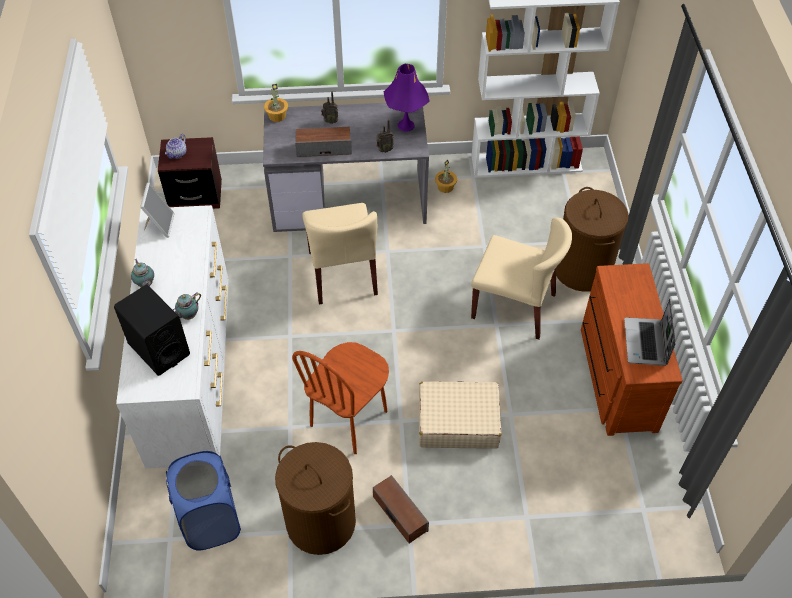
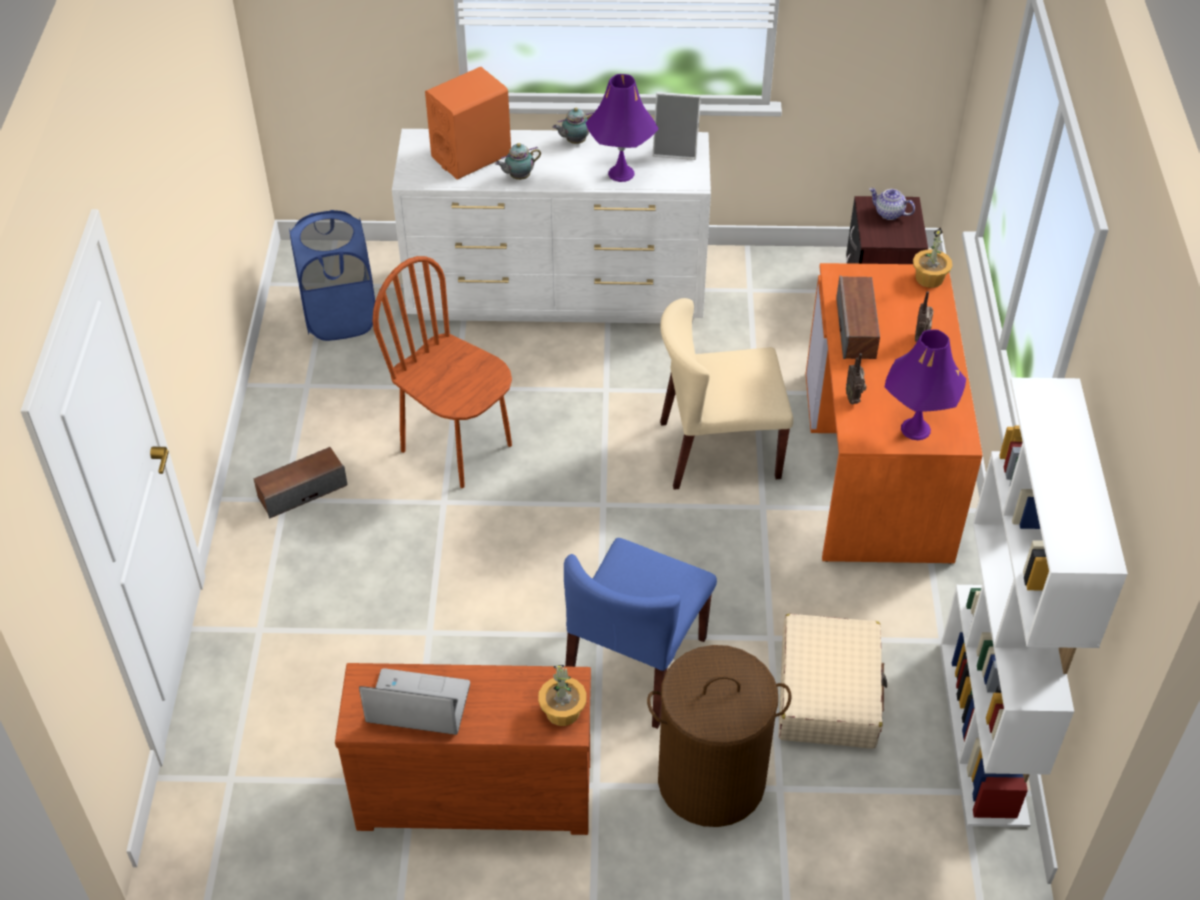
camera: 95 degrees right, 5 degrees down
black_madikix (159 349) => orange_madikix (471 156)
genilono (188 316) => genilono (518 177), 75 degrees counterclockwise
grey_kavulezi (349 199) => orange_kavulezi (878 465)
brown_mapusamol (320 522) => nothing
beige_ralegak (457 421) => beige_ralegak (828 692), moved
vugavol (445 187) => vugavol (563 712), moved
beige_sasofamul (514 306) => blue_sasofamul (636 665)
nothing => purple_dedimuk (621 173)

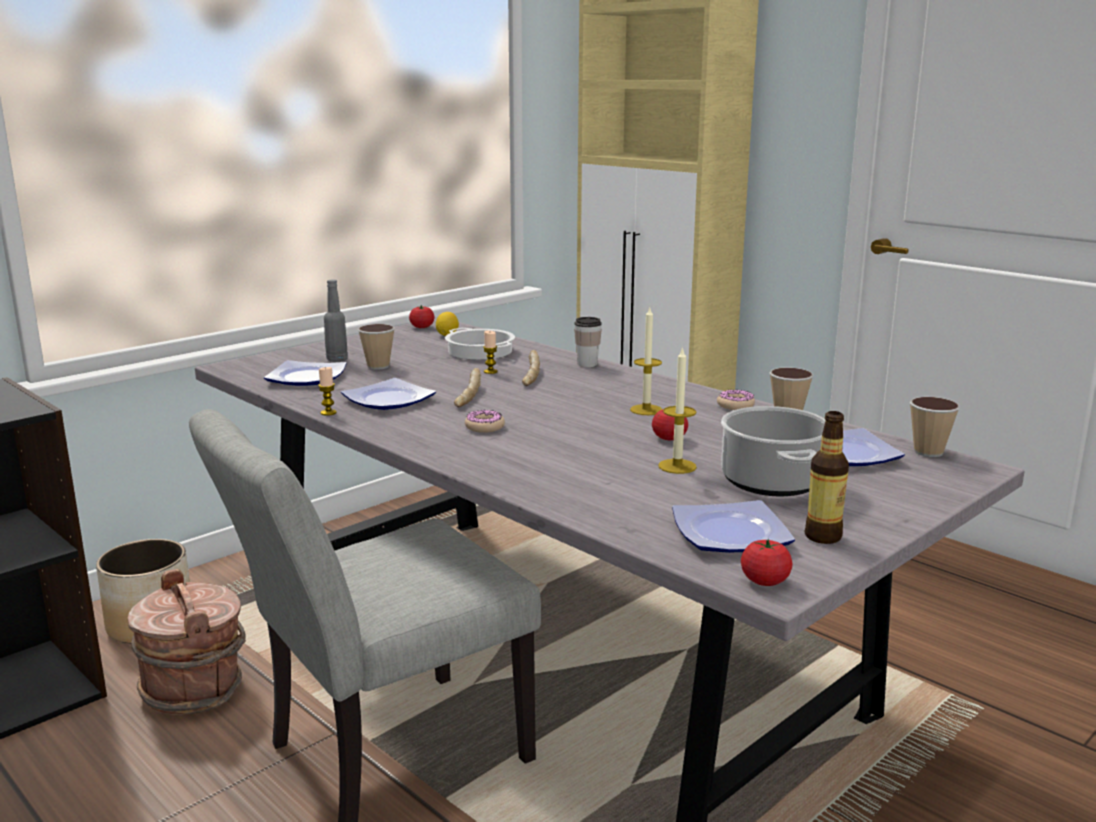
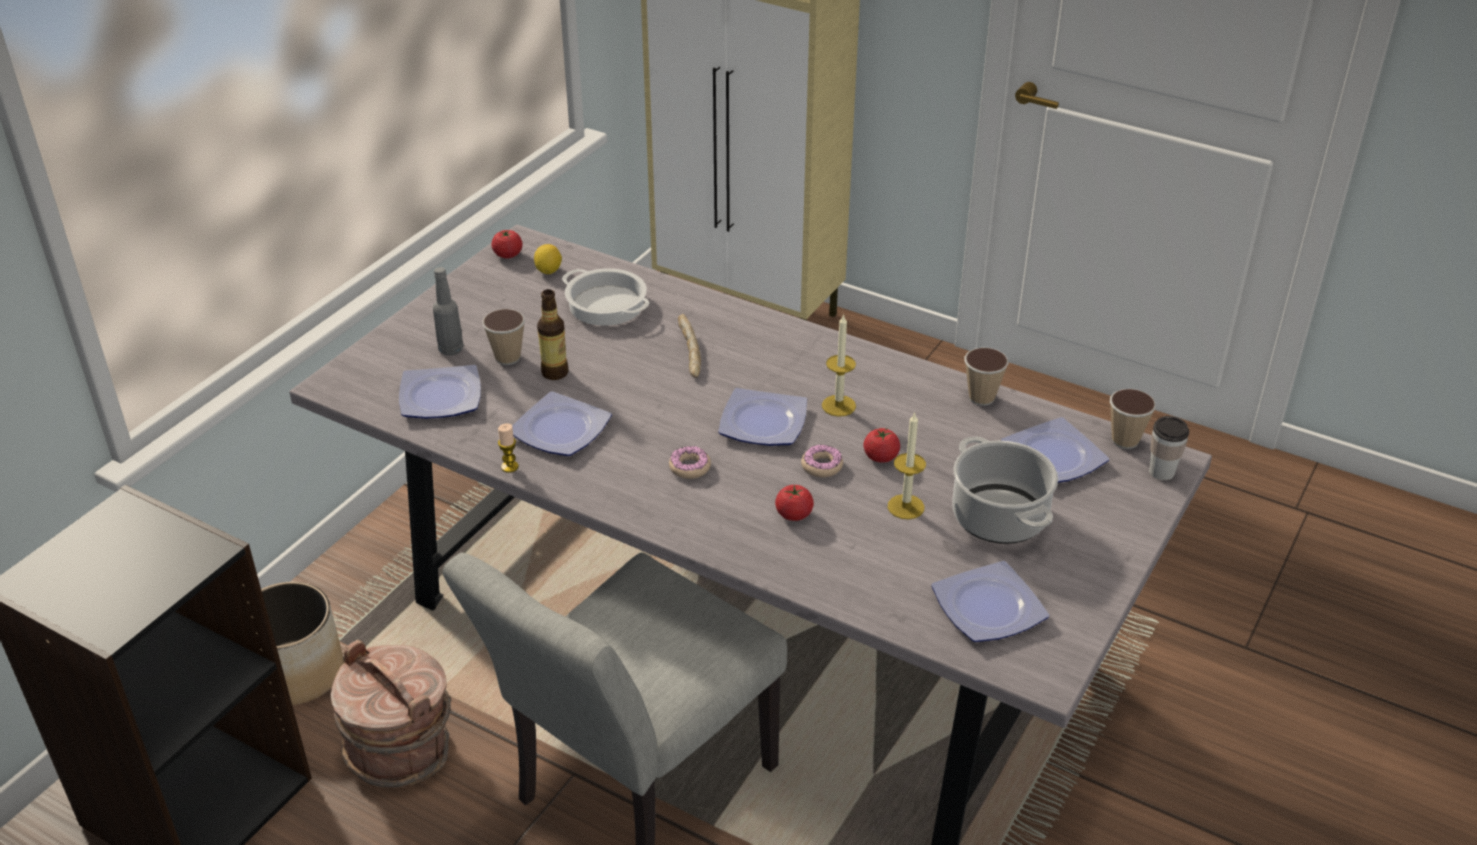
camera: 15 degrees left, 20 degrees up
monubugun (467 396) => nothing
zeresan (490 371) => nothing
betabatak (587 364) => betabatak (1161 472), moved
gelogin (735 405) => gelogin (821 466), moved
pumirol (765 581) => pumirol (794 514), moved
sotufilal (823 536) => sotufilal (555 373), moved
nothing => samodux (765 422)

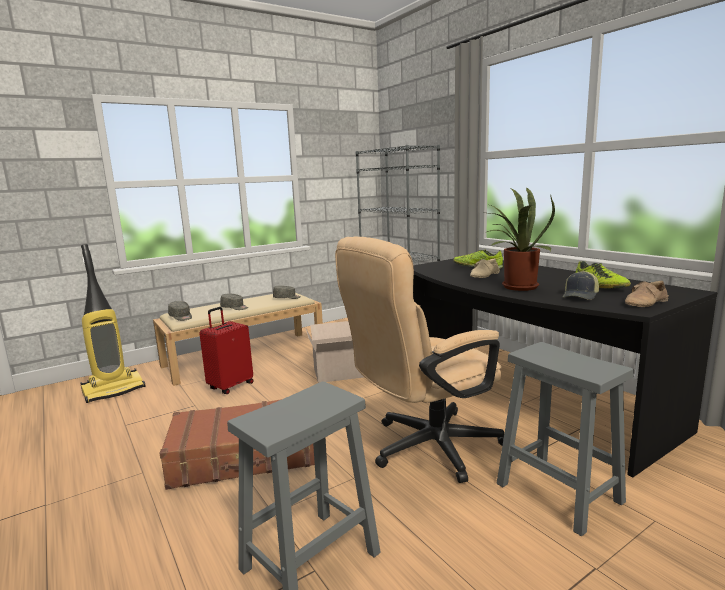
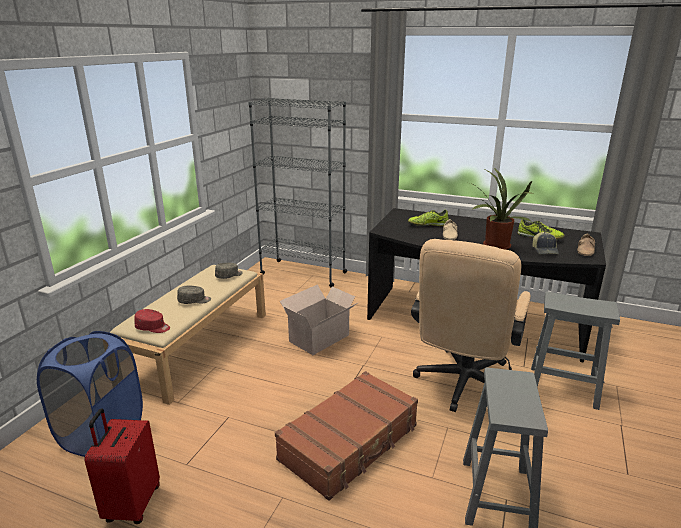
camera: 35 degrees left, 10 degrees up
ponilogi (114 390) => blue_mapusamol (102 433)
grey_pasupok (181 317) => red_pasupok (153 327)
red_ralegak (230 386) => red_ralegak (131 504), moved

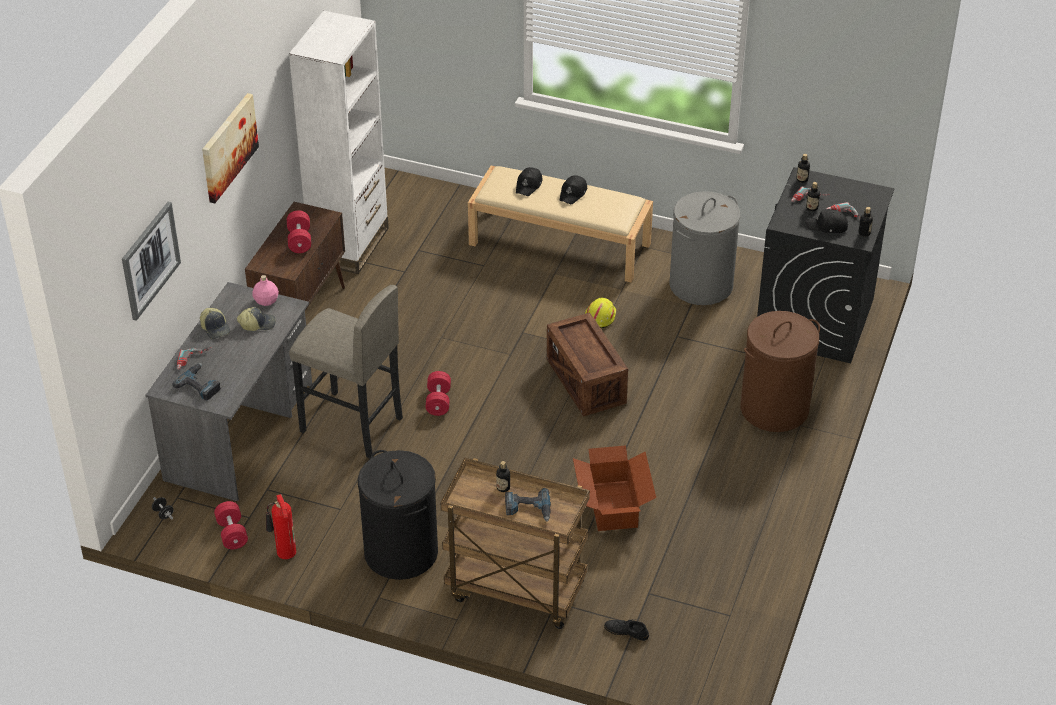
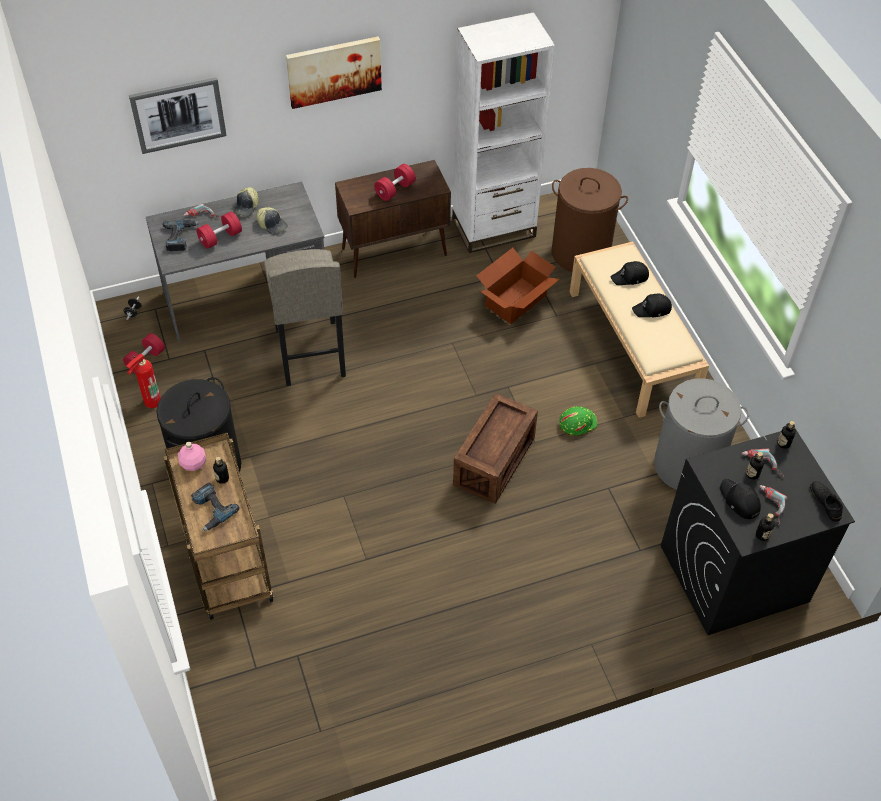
camera: 50 degrees right, 10 degrees up
pink_sotufilal (266 301) => pink_sotufilal (194 463), moved
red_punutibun (438 401) => red_punutibun (220 238), moved
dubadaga (612 506) => dubadaga (515 300), moved
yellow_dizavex (600 316) => green_dizavex (577 423)
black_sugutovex (626 631) => black_sugutovex (825 502), moved
brown_mapusamol (774 408) => brown_mapusamol (581 253), moved

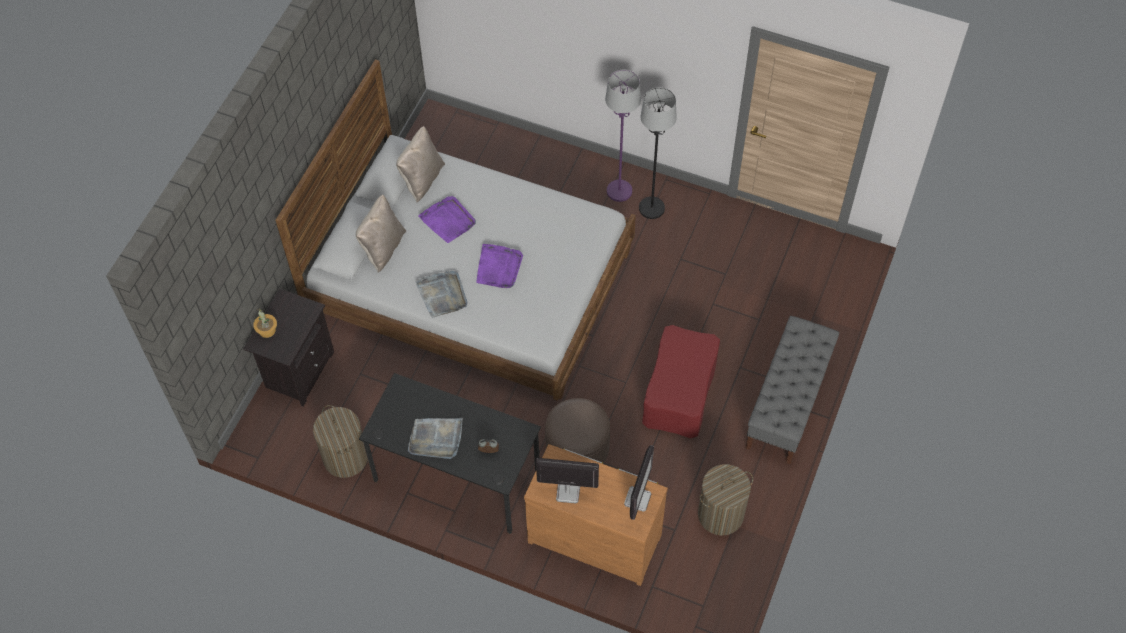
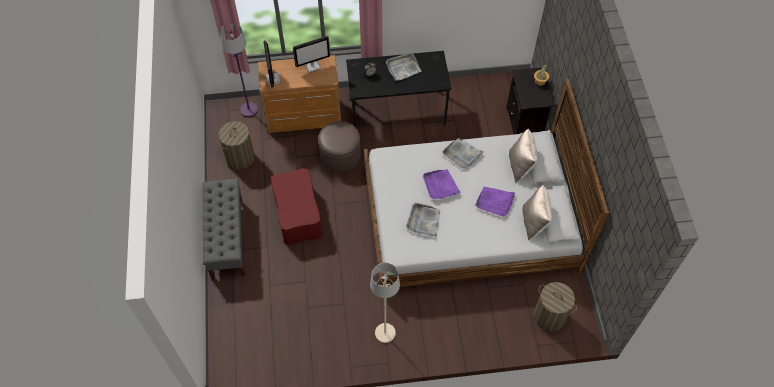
camera: 150 degrees right, 0 degrees up
mapusamol (345 457) => mapusamol (549 316), moved
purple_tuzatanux (619 191) => purple_tuzatanux (249 110), moved
black_tuzatanux (651 208) => beige_tuzatanux (385 333)
nothing => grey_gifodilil (423 221)

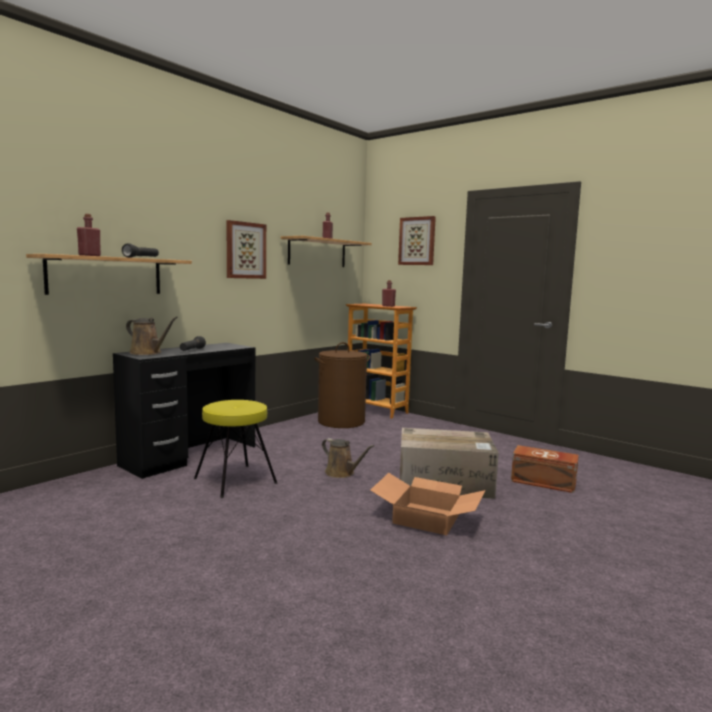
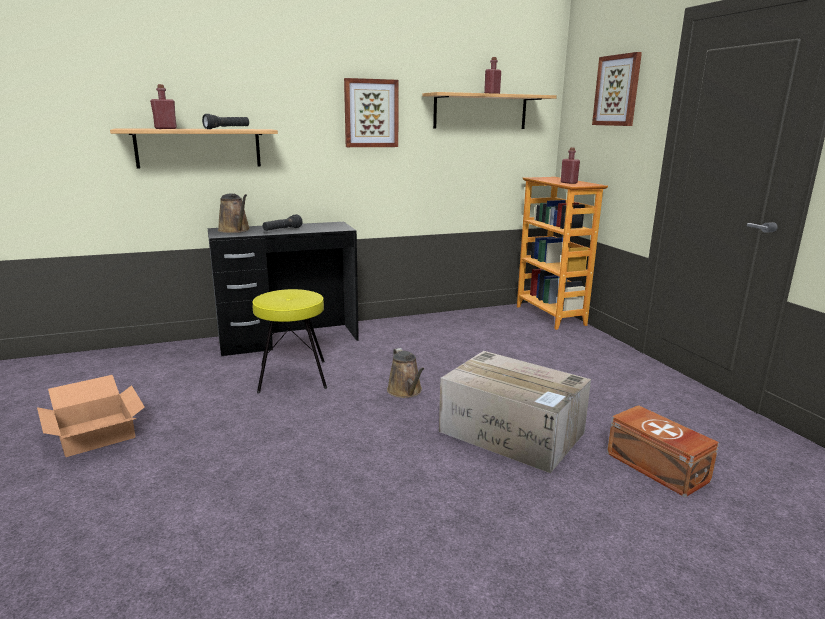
camera: 30 degrees right, 10 degrees up
brown_mapusamol (341 421) => nothing
dubadaga (428 518) => dubadaga (97 433), moved

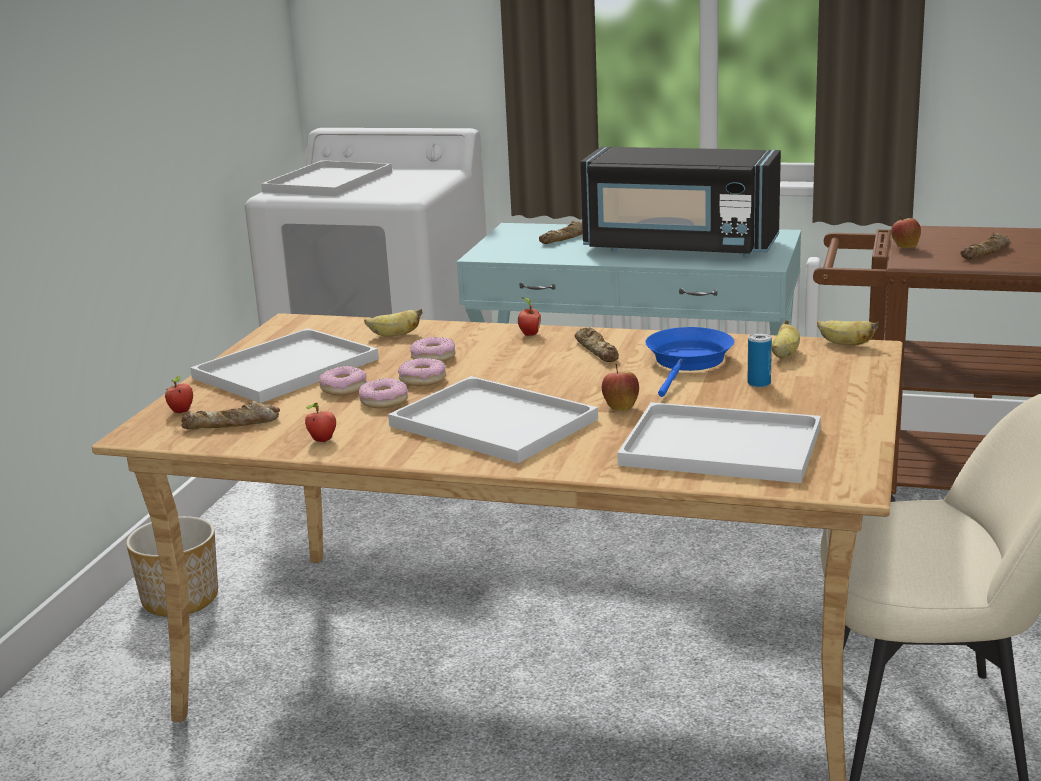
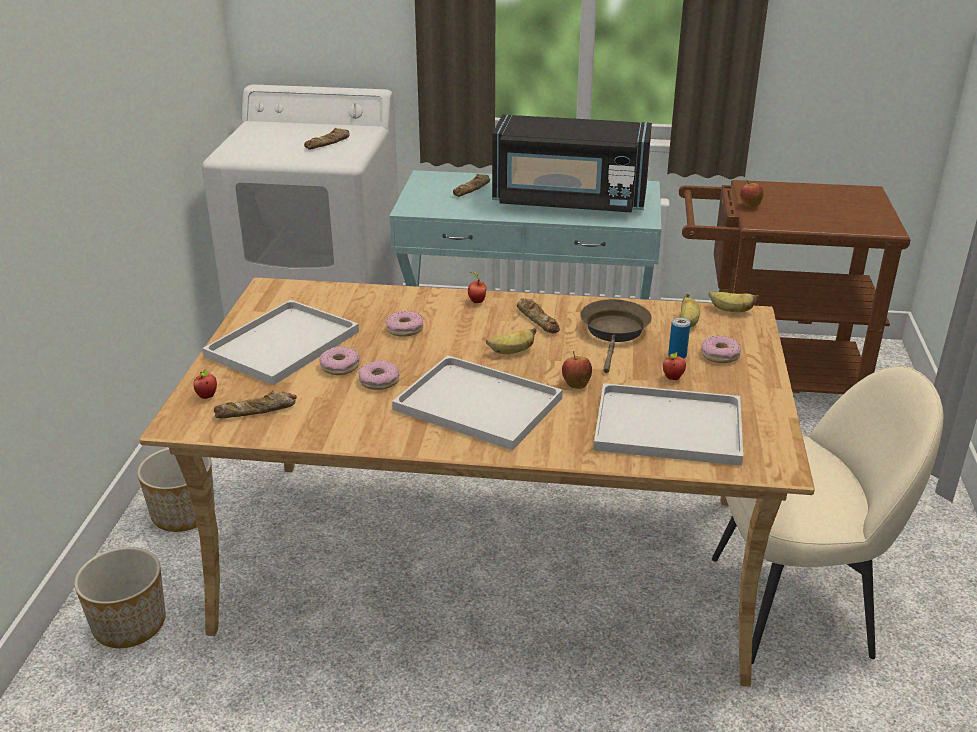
camera: 10 degrees left, 10 degrees up
white_gifodilil (328 181) => nothing
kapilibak (322 440) => kapilibak (673 378), moved
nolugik (394 335) => nolugik (511 352), moved
gelogin (422 379) => gelogin (720 355), moved
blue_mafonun (688 362) => brown_mafonun (615 332)
monubugun (986 253) => monubugun (328 143), moved
nothing => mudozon (129 624)

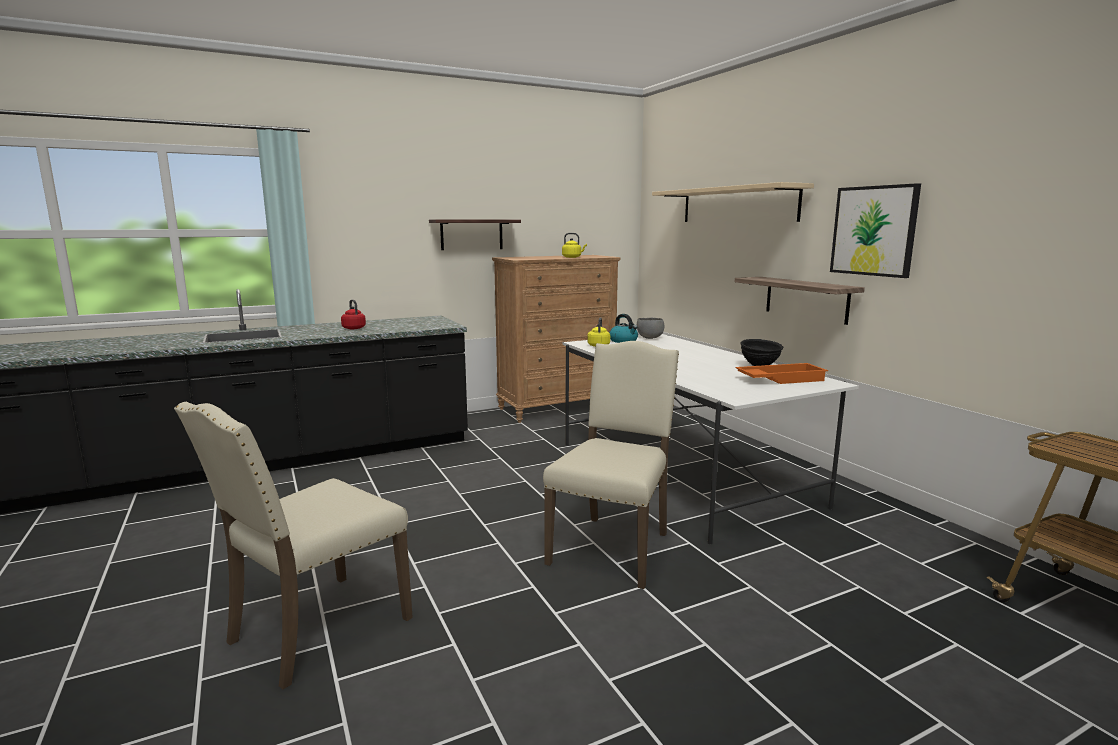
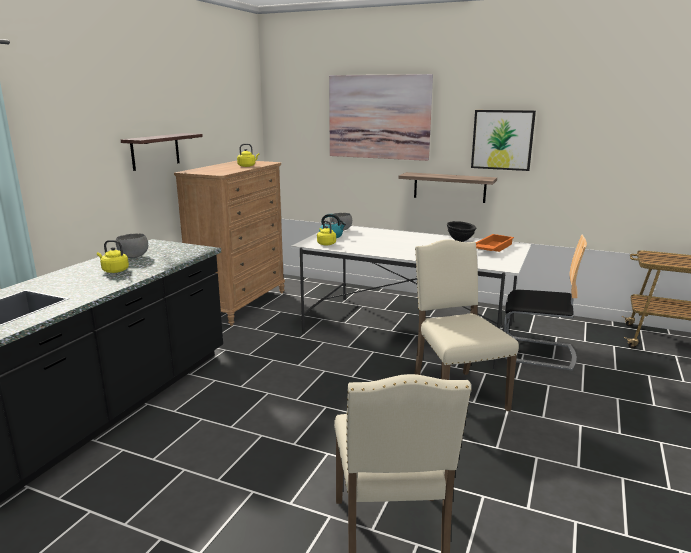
camera: 40 degrees left, 5 degrees up
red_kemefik (353 328) => yellow_kemefik (114 270)
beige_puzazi (737 205) => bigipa (379 117)
nothing => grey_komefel (133 257)
nothing => sasofamul (537 353)

